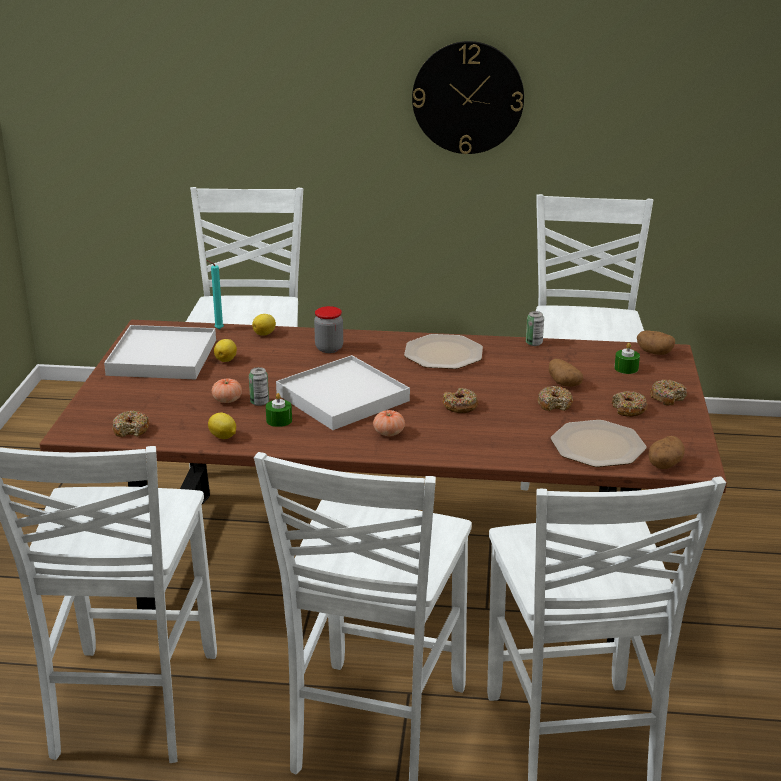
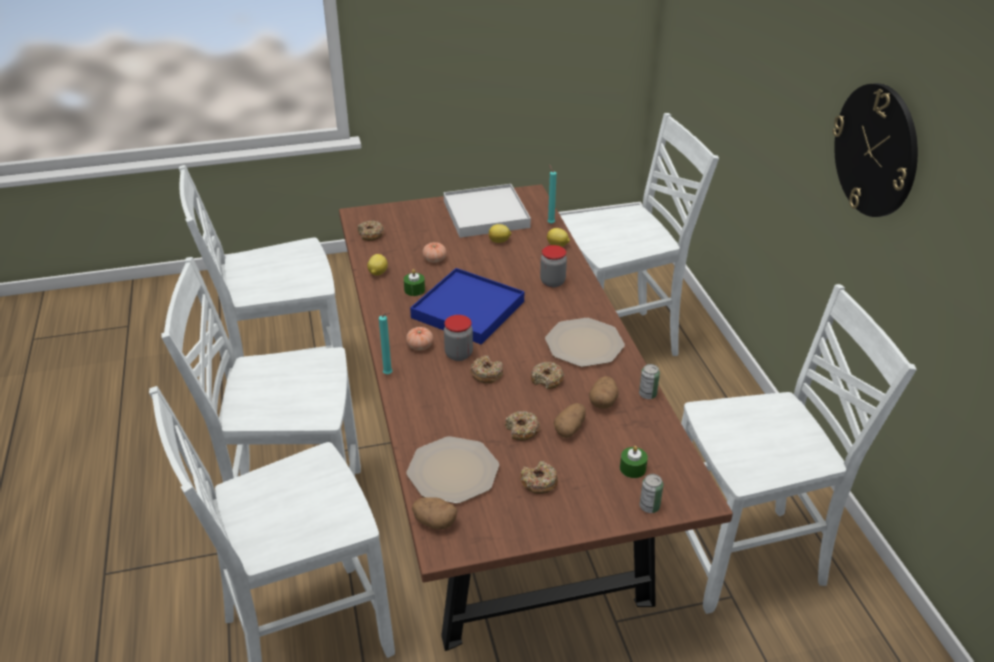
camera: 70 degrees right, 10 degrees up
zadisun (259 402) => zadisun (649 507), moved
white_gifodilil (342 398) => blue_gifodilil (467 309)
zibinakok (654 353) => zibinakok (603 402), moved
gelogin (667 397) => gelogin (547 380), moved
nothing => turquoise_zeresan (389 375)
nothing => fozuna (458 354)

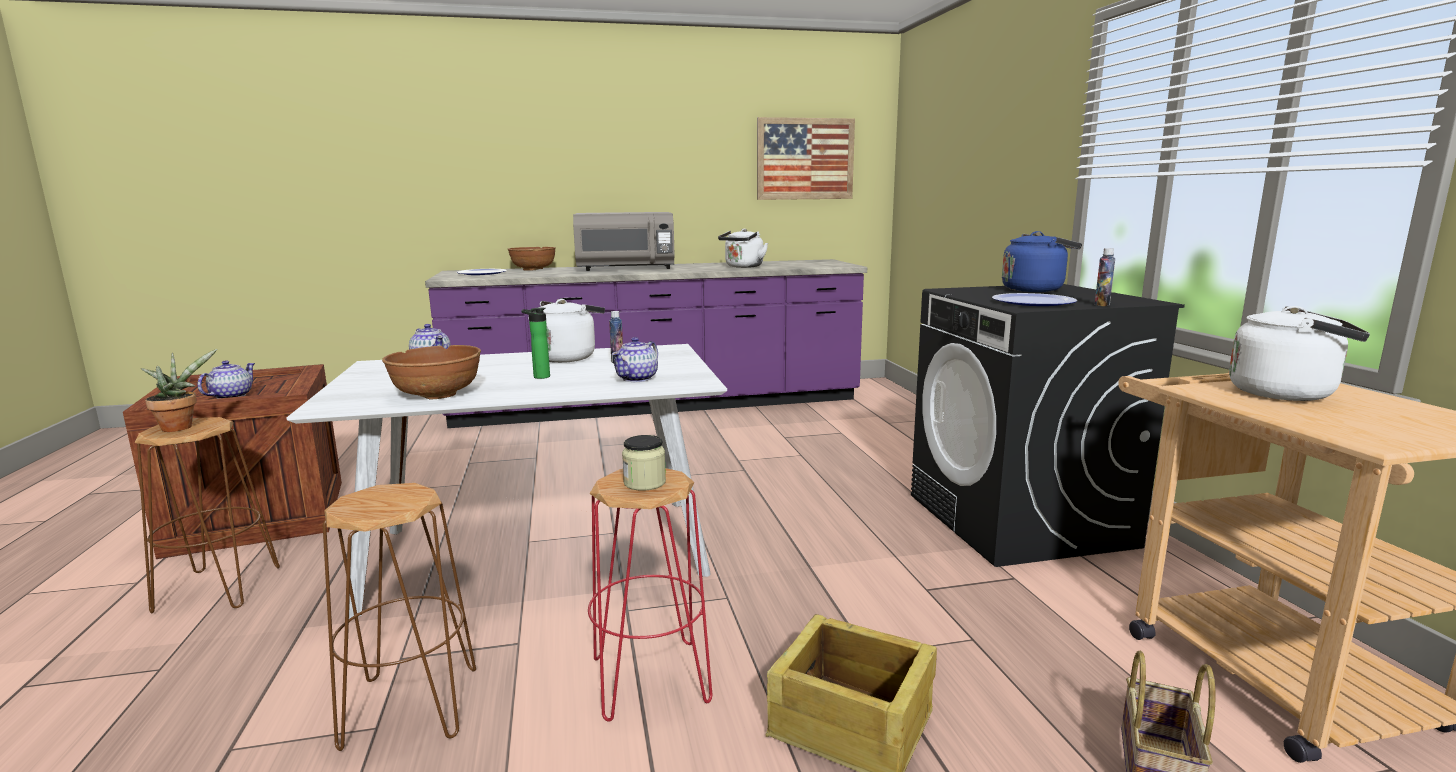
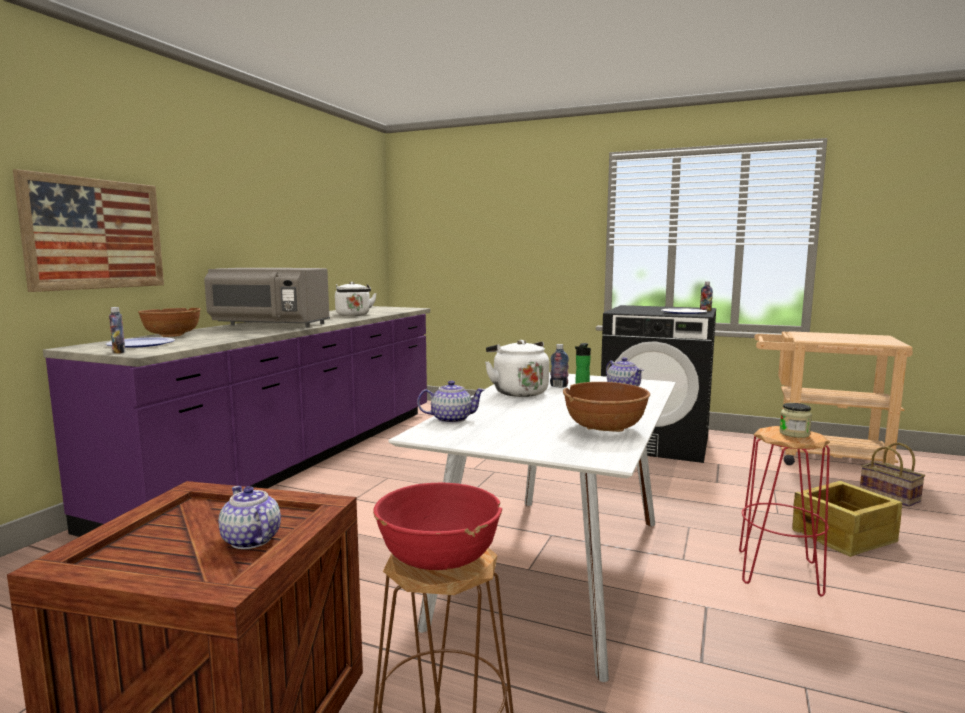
camera: 55 degrees left, 5 degrees down
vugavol (181 427) => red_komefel (439 558)
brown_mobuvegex (409 707) => nothing
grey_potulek (626 269) => grey_potulek (271 325), 75 degrees clockwise
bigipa (805 159) => bigipa (95 234), moved
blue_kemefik (1035 290) => nothing
white_kemefik (1287 394) => nothing
nothing => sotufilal (119 352)

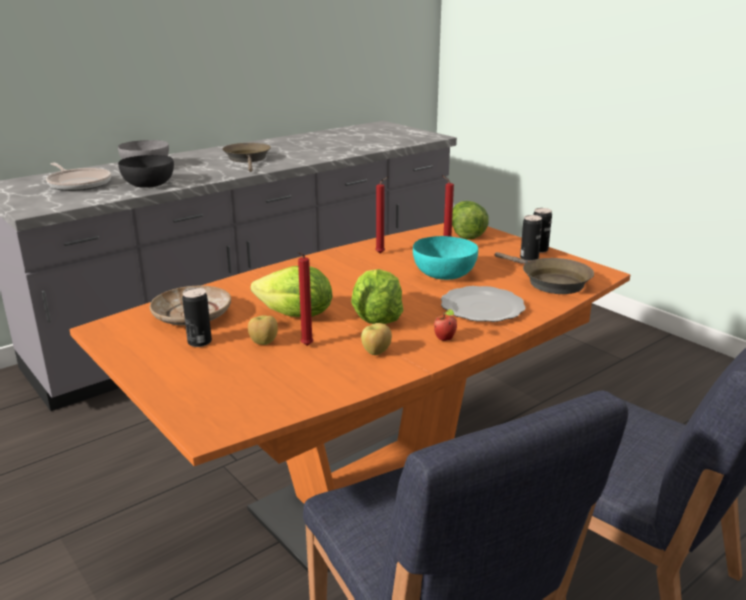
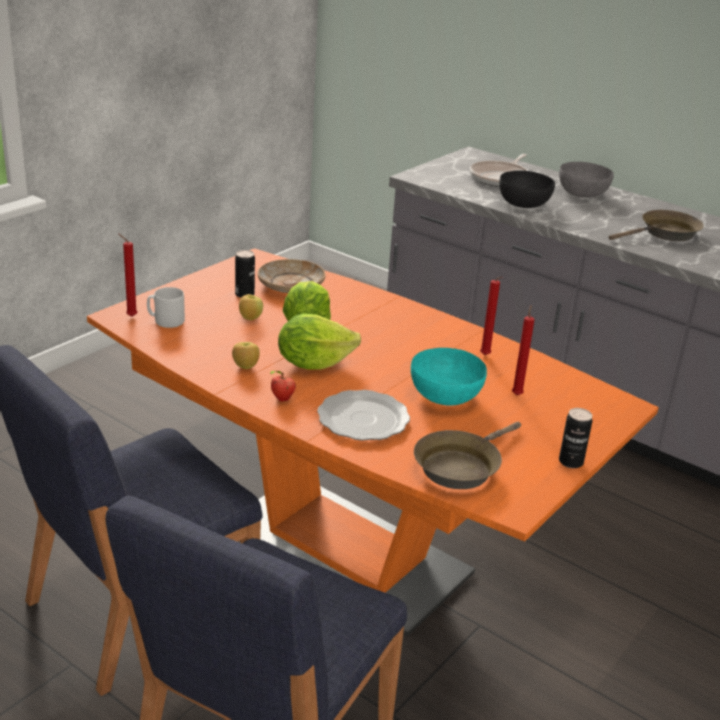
camera: 75 degrees right, 5 degrees up
red_zeresan (306 346) => red_zeresan (130 316), moved
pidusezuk (466 233) => nothing
zadisun (529 258) => nothing
nothing => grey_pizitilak (166 321)

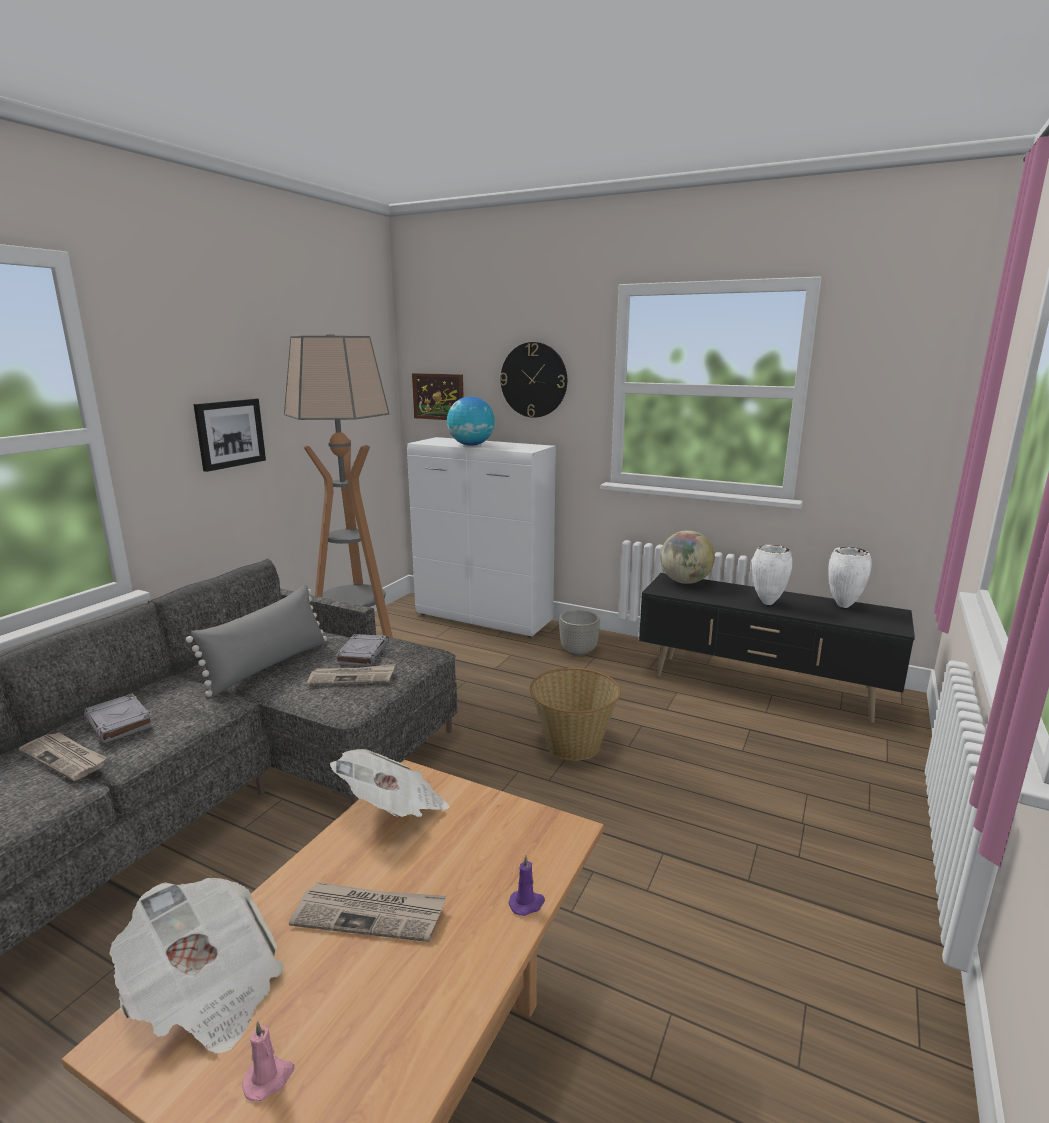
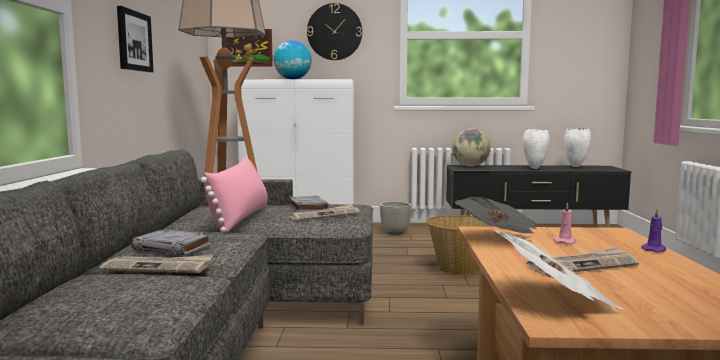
camera: 25 degrees left, 10 degrees down
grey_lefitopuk (268 665) => pink_lefitopuk (240 218)
pink_zeresan (269 1079) => pink_zeresan (565 241), moved

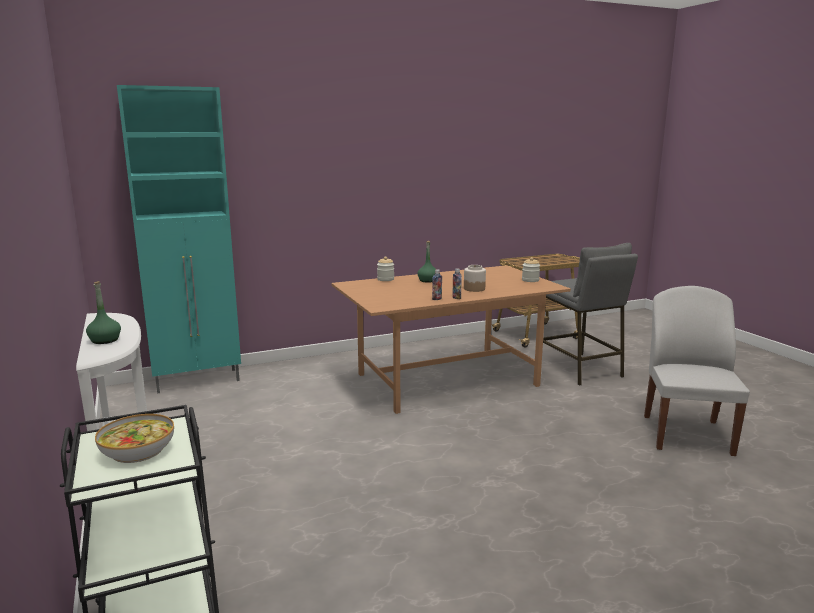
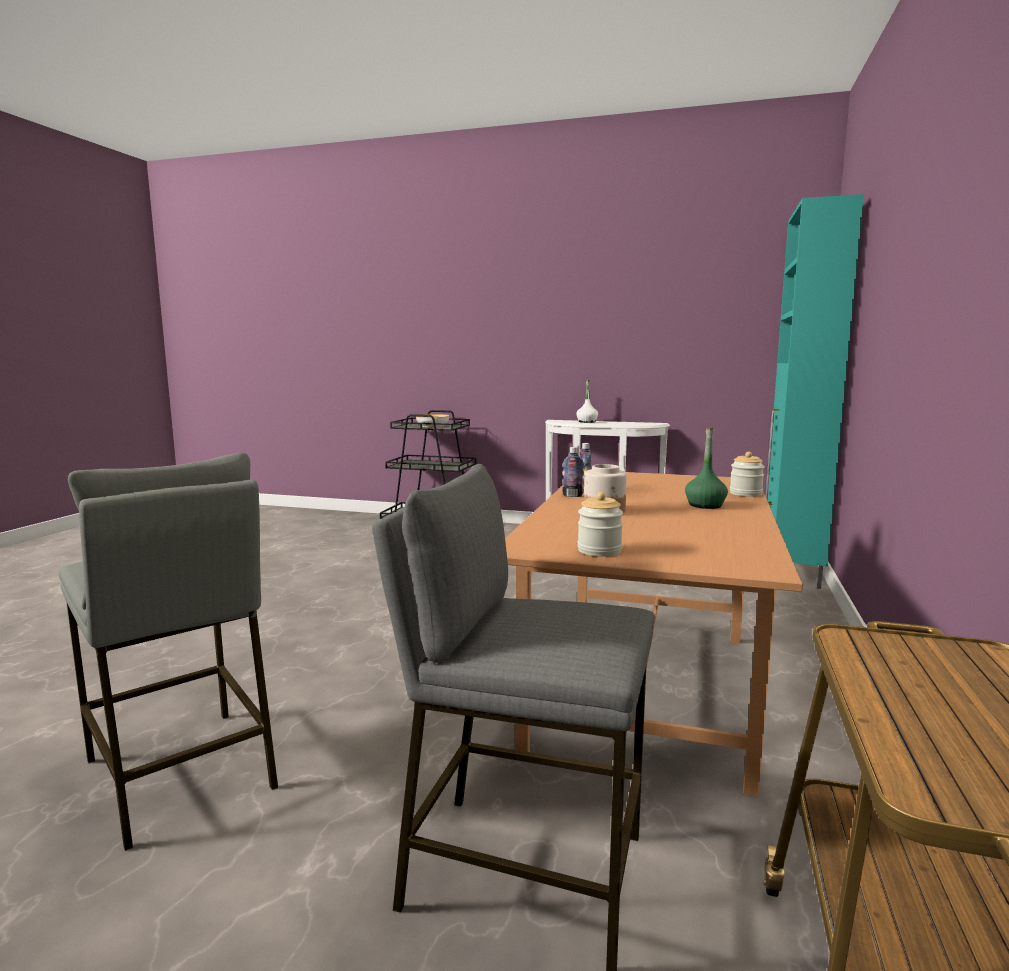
camera: 130 degrees right, 5 degrees down
green_sotufilal (105 340) => white_sotufilal (587 421)
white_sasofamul (686 434) => grey_mobuvegex (180 774)

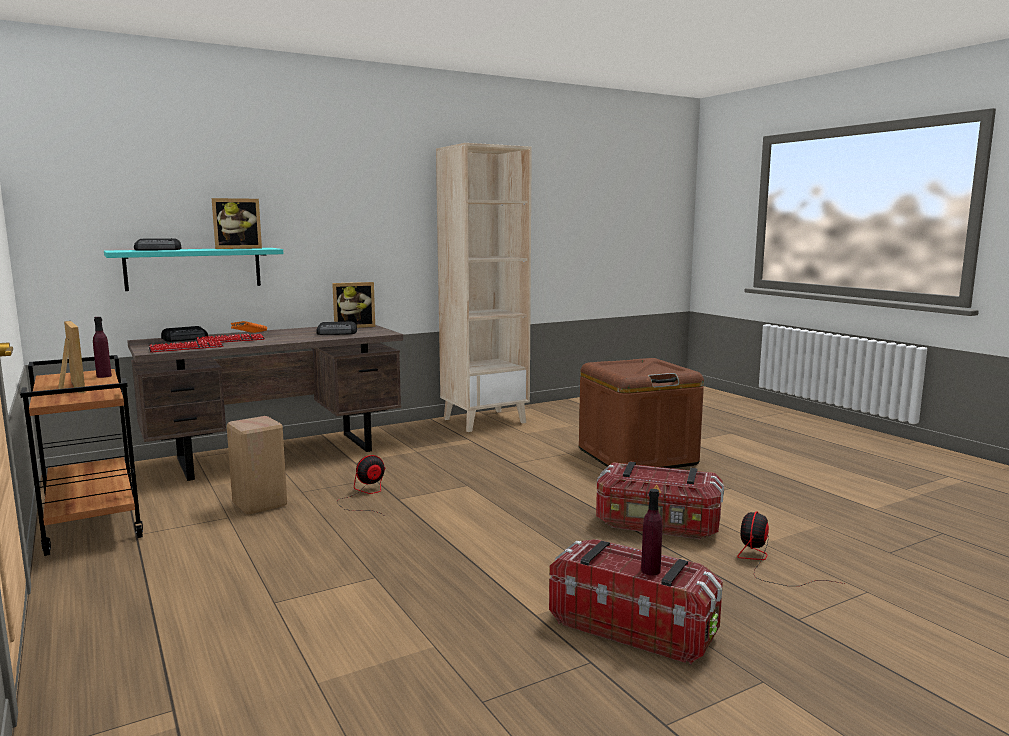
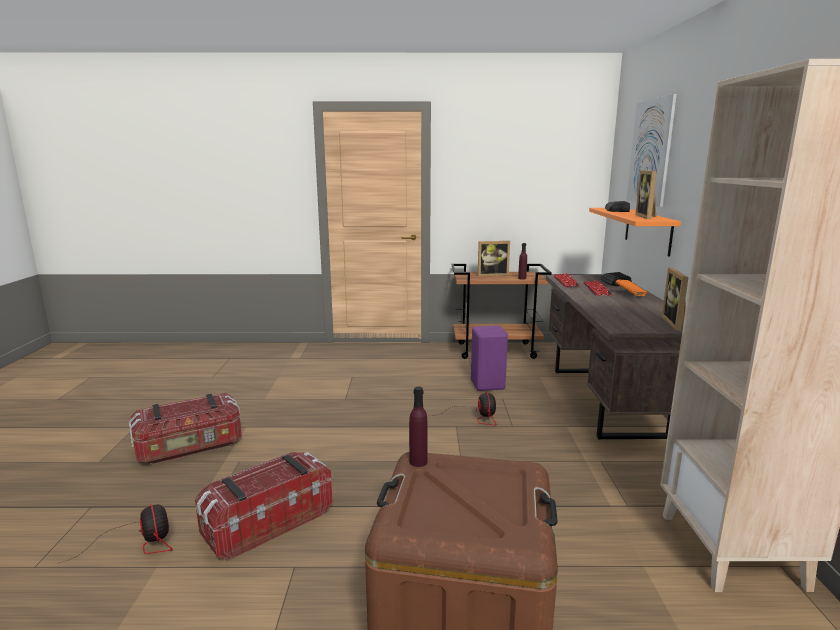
camera: 120 degrees right, 5 degrees up
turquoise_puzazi (194 268) => orange_puzazi (647 230)
beige_mobuvegex (259 505) => purple_mobuvegex (486 385)
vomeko (337 333) => nothing
purple_sotufilal (650 571) => purple_sotufilal (418 462), moved
nothing => bigipa (650 152)

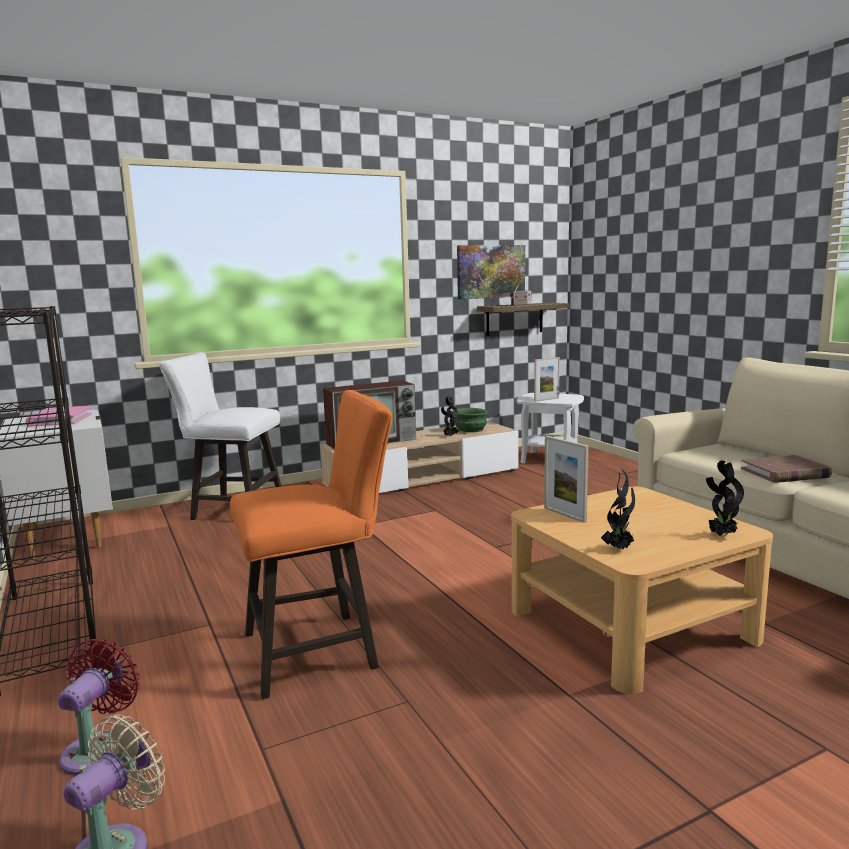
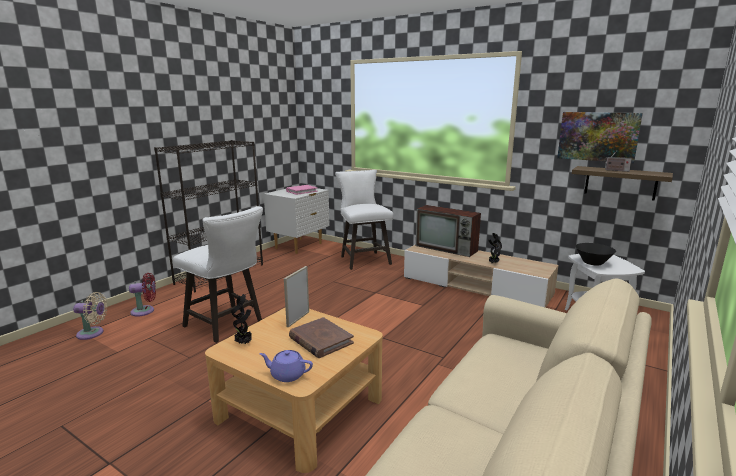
camera: 60 degrees right, 5 degrees up
orange_mobuvegex (320 649) => white_mobuvegex (227 325)
green_komefel (470 430) => nothing
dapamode (546 399) => black_komefel (593 263)
vugavol (721 535) => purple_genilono (287 375)
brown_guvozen (785 473) => brown_guvozen (320 340), moved

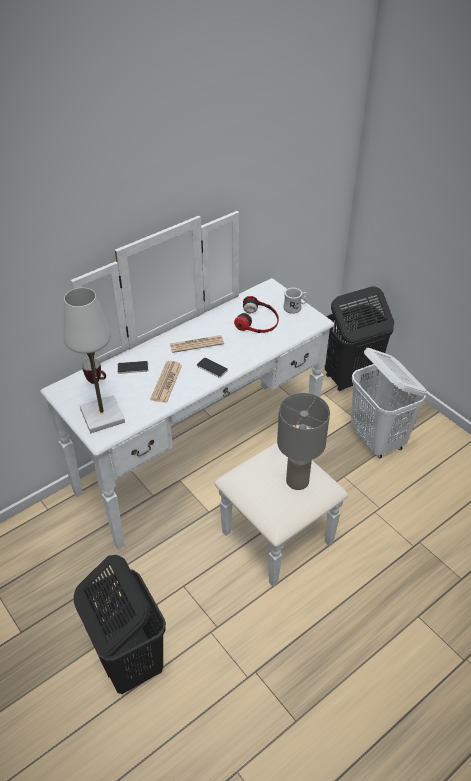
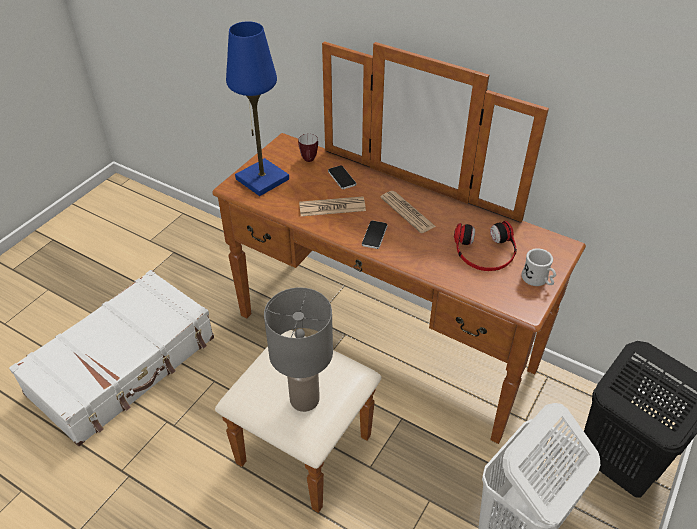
camera: 70 degrees right, 0 degrees up
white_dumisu (217 474) => brown_dumisu (368 364)
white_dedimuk (102 416) => blue_dedimuk (262 179)
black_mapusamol (129 660) => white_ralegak (124 366)

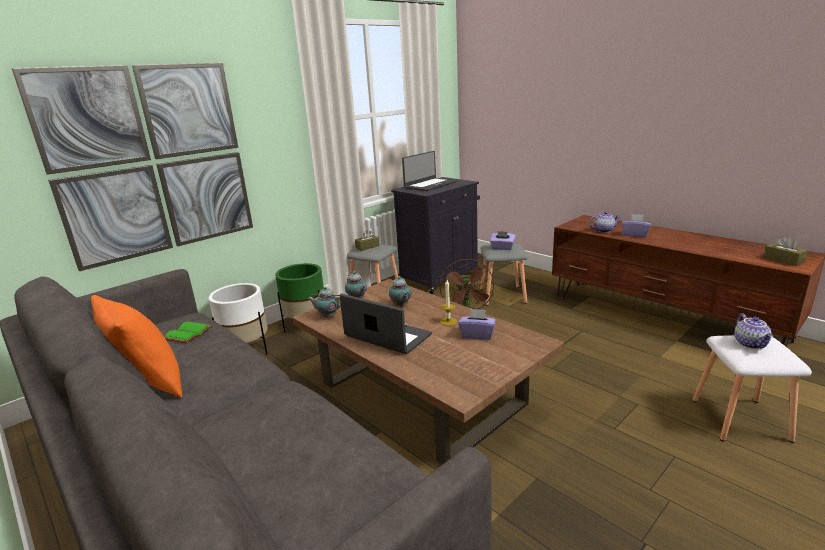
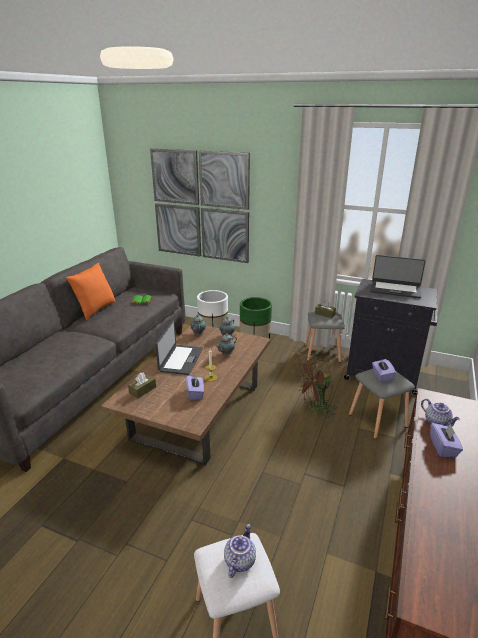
camera: 65 degrees right, 5 degrees up
genilono (751 344) => genilono (239 560), 135 degrees clockwise
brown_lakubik (783 260) => brown_lakubik (142 390), moved

